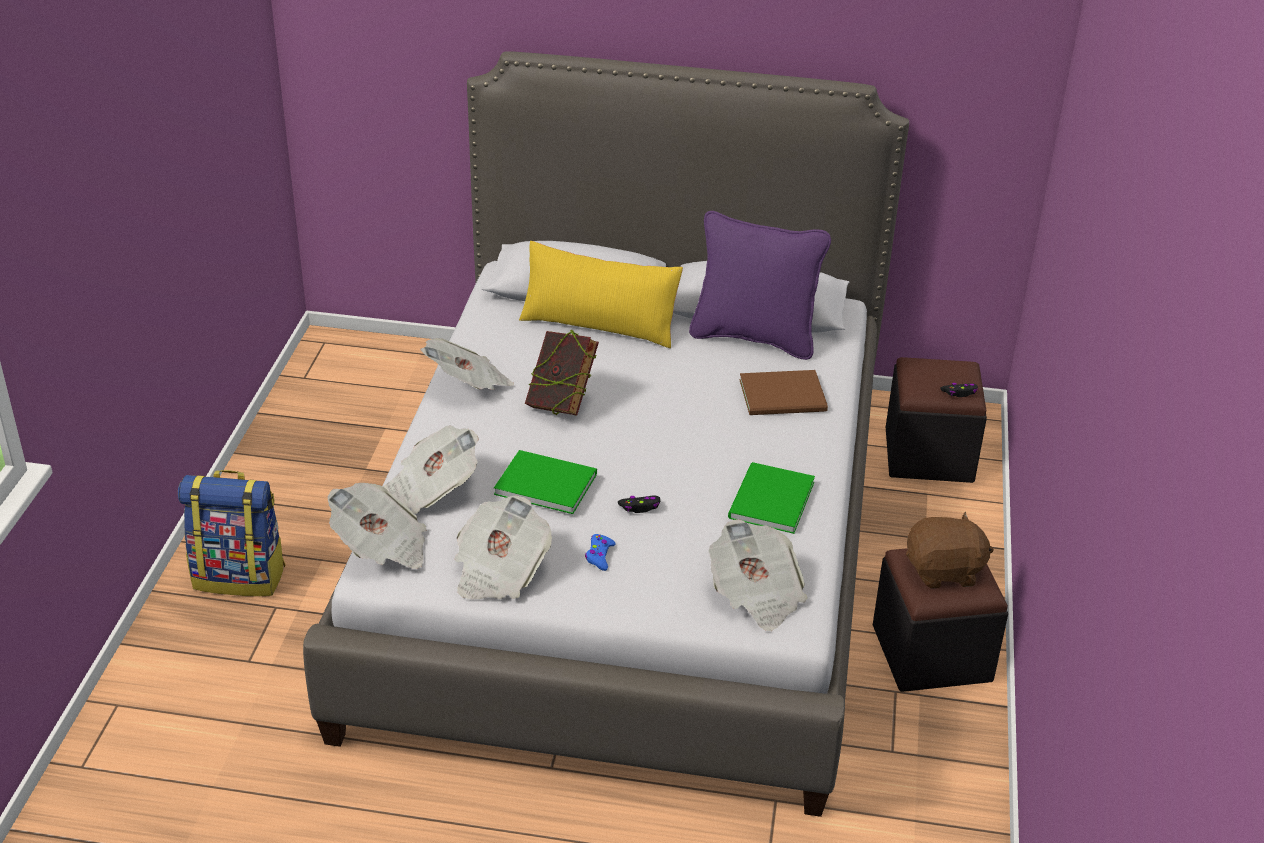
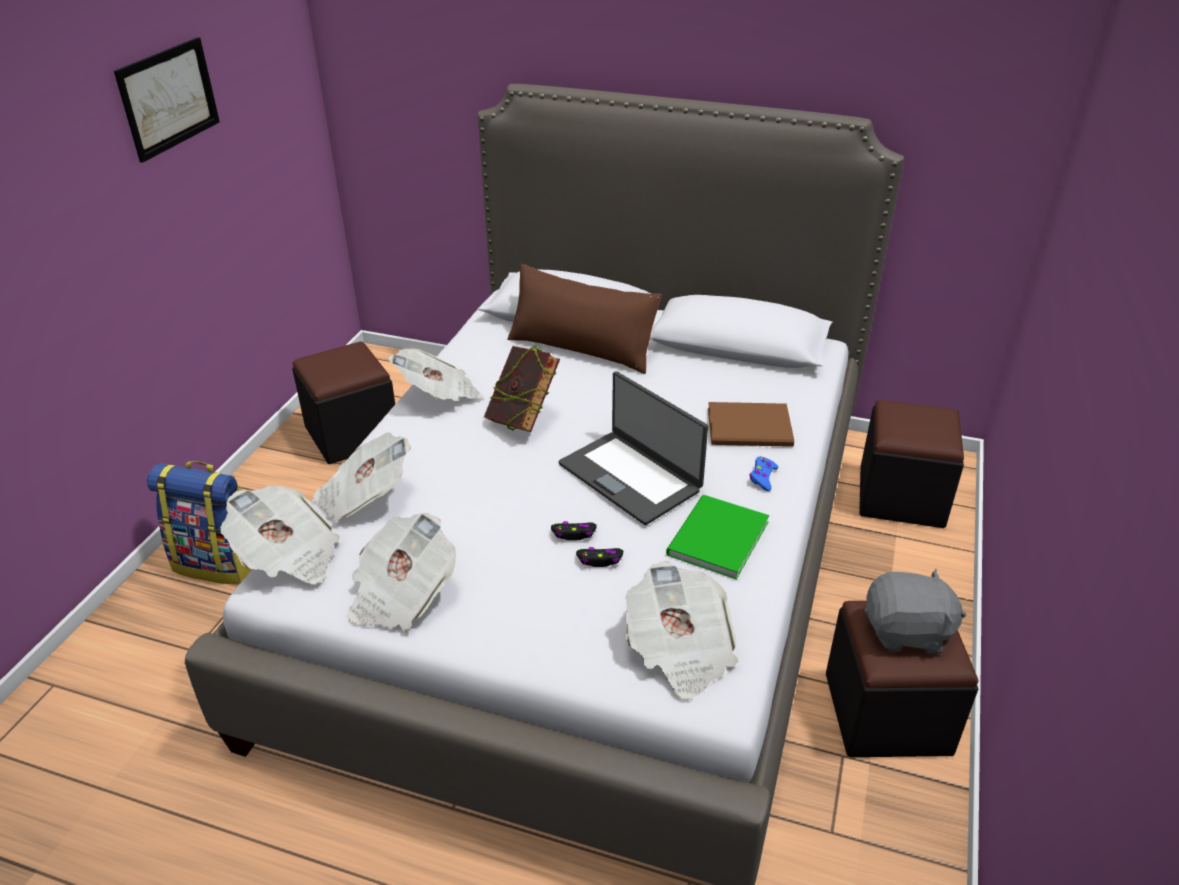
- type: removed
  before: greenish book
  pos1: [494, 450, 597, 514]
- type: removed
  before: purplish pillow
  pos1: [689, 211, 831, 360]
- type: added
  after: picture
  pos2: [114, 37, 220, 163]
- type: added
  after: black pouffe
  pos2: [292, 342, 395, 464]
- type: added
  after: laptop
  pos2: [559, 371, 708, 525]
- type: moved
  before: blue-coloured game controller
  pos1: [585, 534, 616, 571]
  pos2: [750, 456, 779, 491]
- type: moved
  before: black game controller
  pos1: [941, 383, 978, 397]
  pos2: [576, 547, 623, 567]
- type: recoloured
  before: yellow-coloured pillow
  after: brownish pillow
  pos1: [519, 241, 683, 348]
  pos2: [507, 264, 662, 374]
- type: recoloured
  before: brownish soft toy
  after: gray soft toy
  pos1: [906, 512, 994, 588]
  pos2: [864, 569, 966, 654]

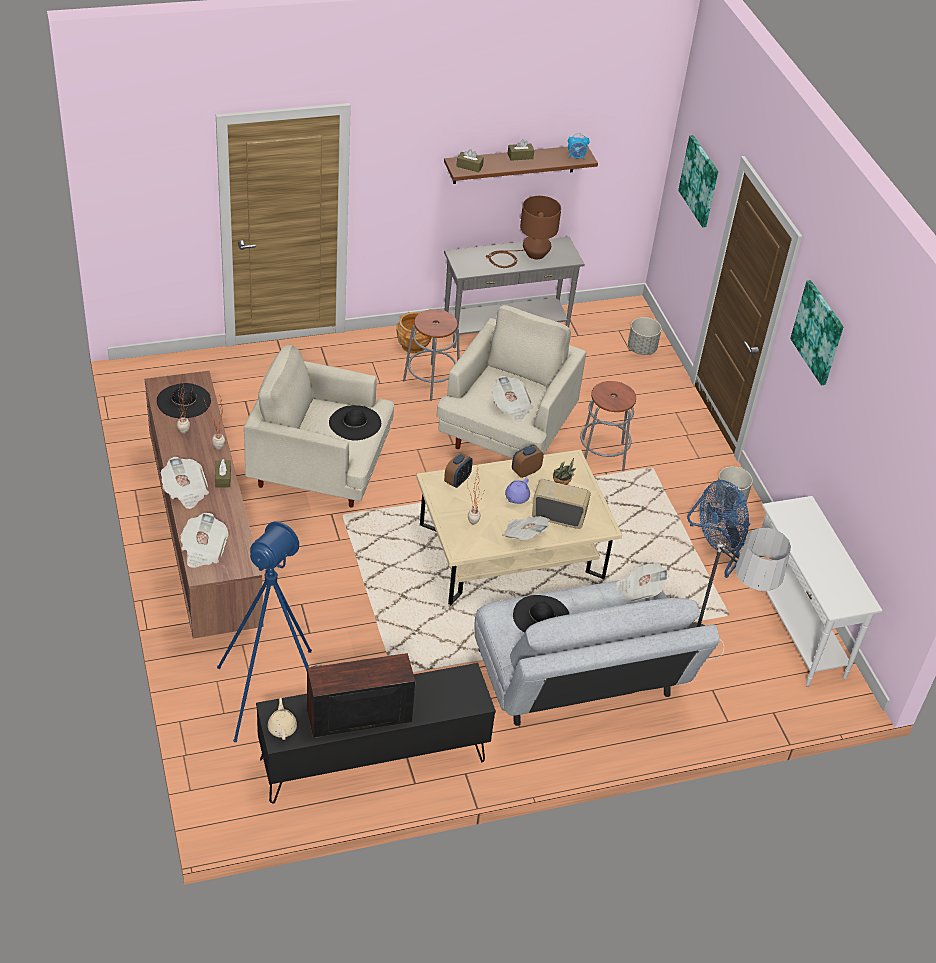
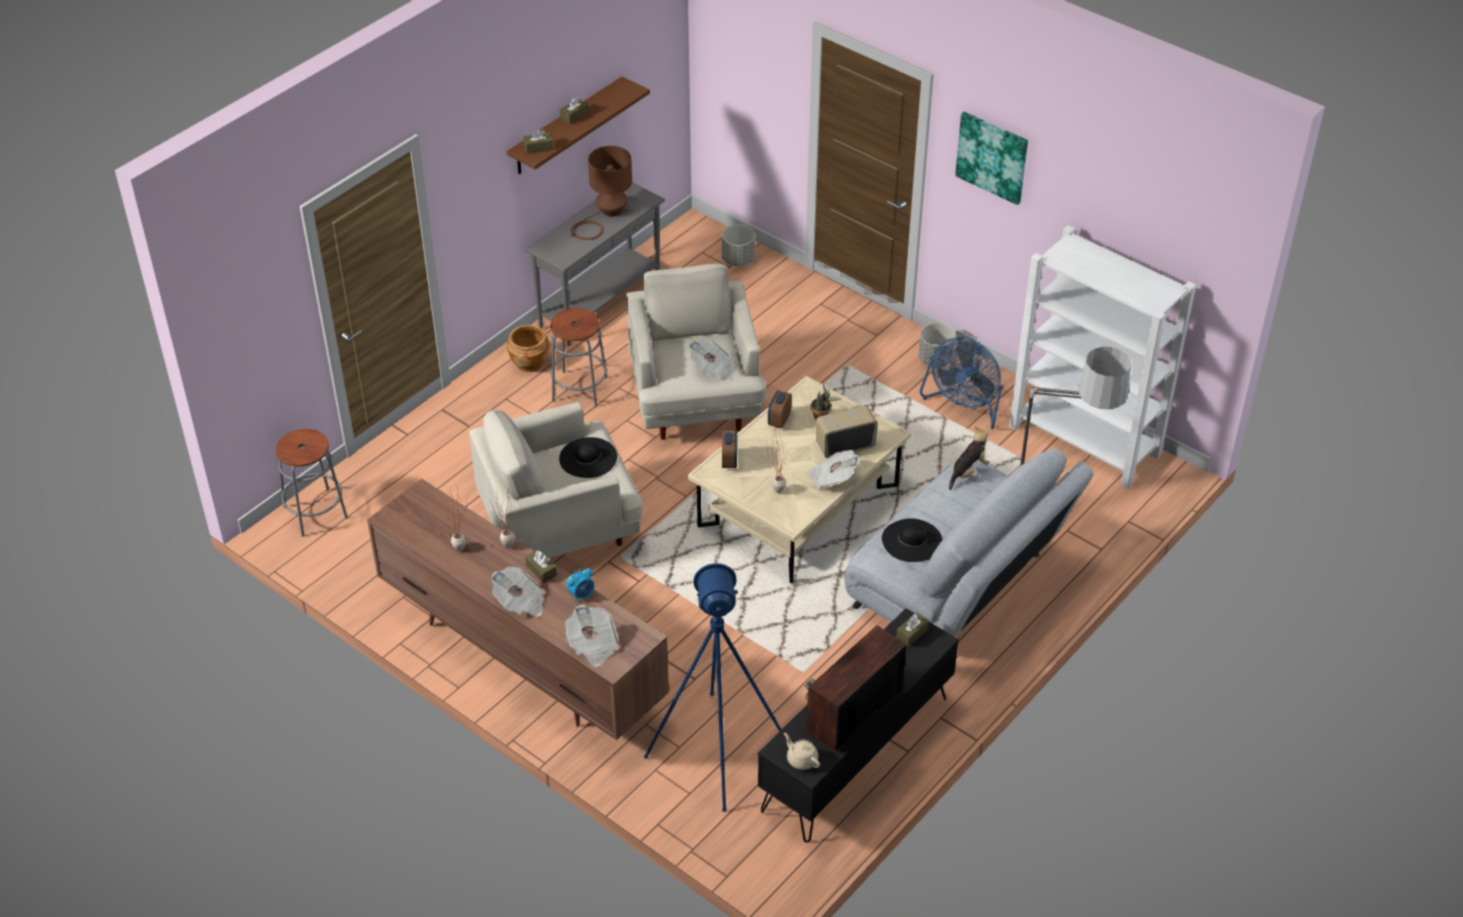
- type: removed
  before: black wearable hat
  pos1: [157, 383, 211, 418]
- type: removed
  before: purplish teapot
  pos1: [505, 478, 530, 504]
- type: removed
  before: picture
  pos1: [678, 135, 718, 227]
- type: added
  after: brownish box of tissues
  pos2: [896, 613, 929, 646]
- type: moved
  before: alarm clock
  pos1: [568, 133, 590, 160]
  pos2: [567, 568, 594, 602]
- type: moved
  before: gray sitting stool
  pos1: [580, 381, 636, 471]
  pos2: [276, 429, 348, 537]
- type: replaced
  before: newspaper
  after: soft toy
  pos1: [616, 563, 669, 602]
  pos2: [949, 426, 990, 490]
- type: replaced
  before: whitish hall table
  after: whitish bookshelf
  pos1: [756, 496, 883, 687]
  pos2: [1009, 225, 1196, 489]

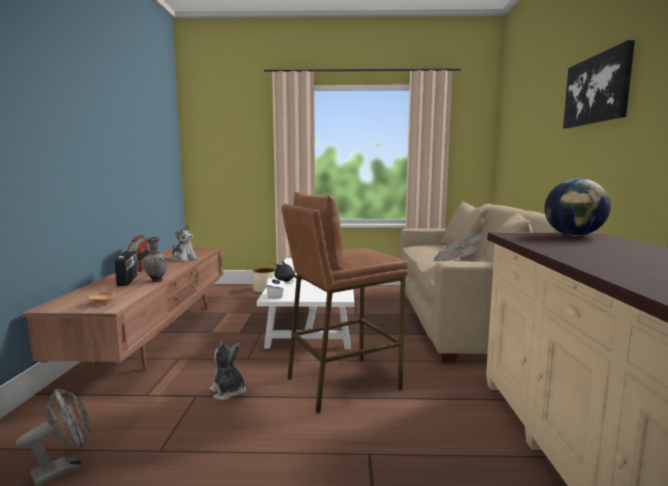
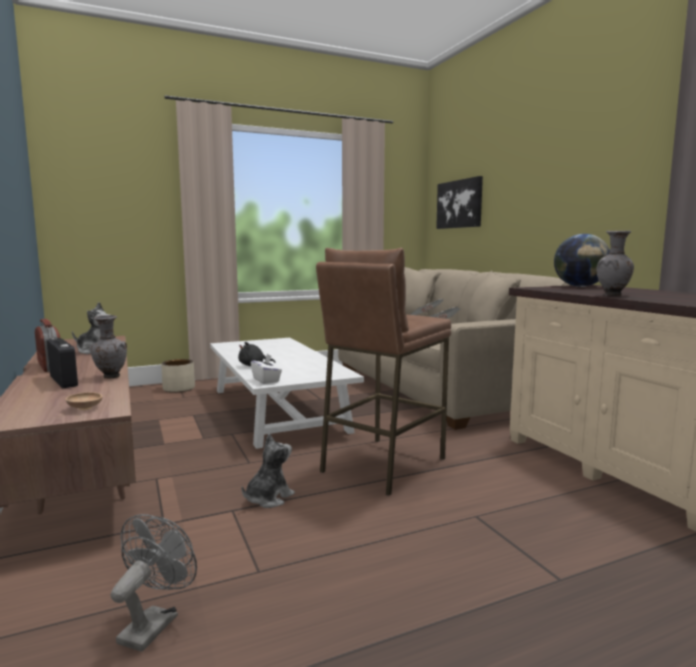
- type: added
  after: gray decorative vase
  pos2: [597, 231, 634, 296]
- type: moved
  before: picture
  pos1: [563, 40, 635, 129]
  pos2: [436, 176, 483, 229]
- type: turned
  before: soft toy
  pos1: [210, 342, 246, 401]
  pos2: [241, 433, 295, 508]
  turn: 105

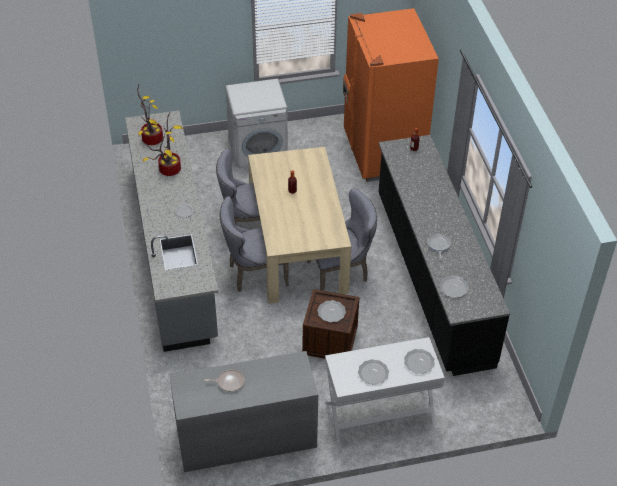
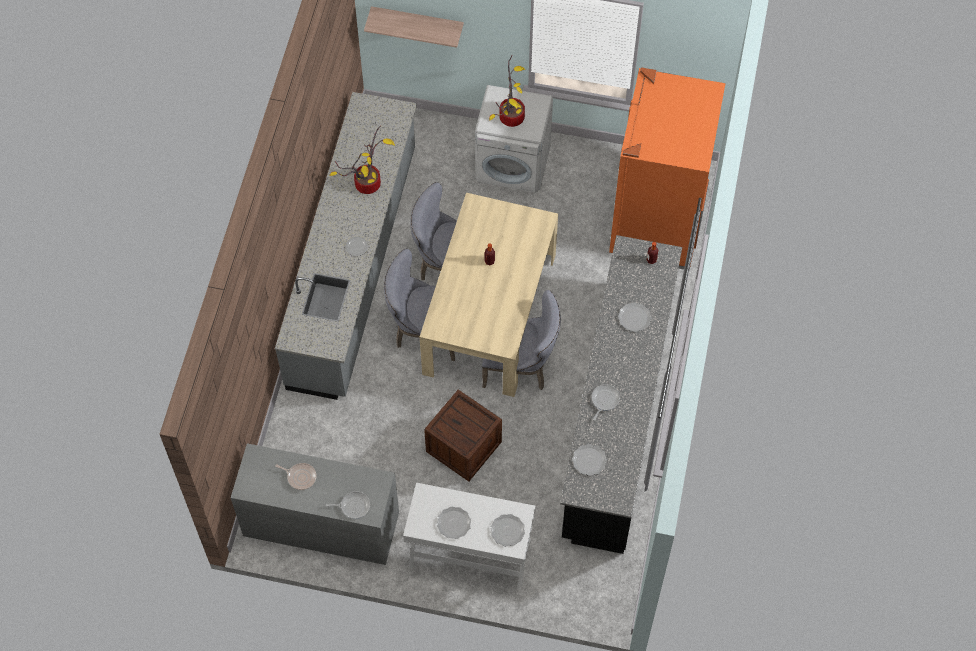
- type: added
  after: frying pan
  pos2: [326, 491, 370, 519]
- type: added
  after: shelf
  pos2: [364, 6, 464, 48]
- type: moved
  before: plant in a pot
  pos1: [137, 84, 163, 145]
  pos2: [489, 56, 525, 127]
- type: moved
  before: flat dish
  pos1: [317, 300, 346, 323]
  pos2: [618, 302, 651, 332]

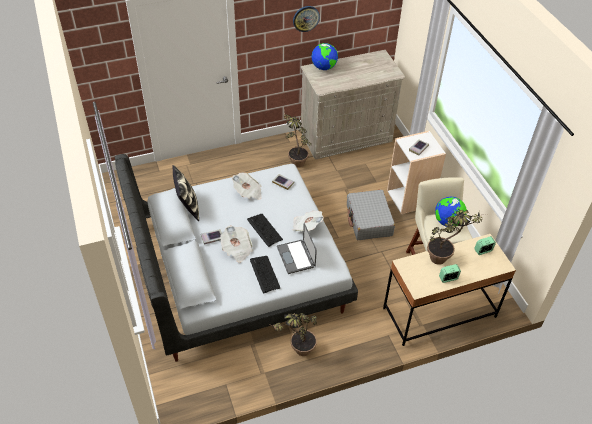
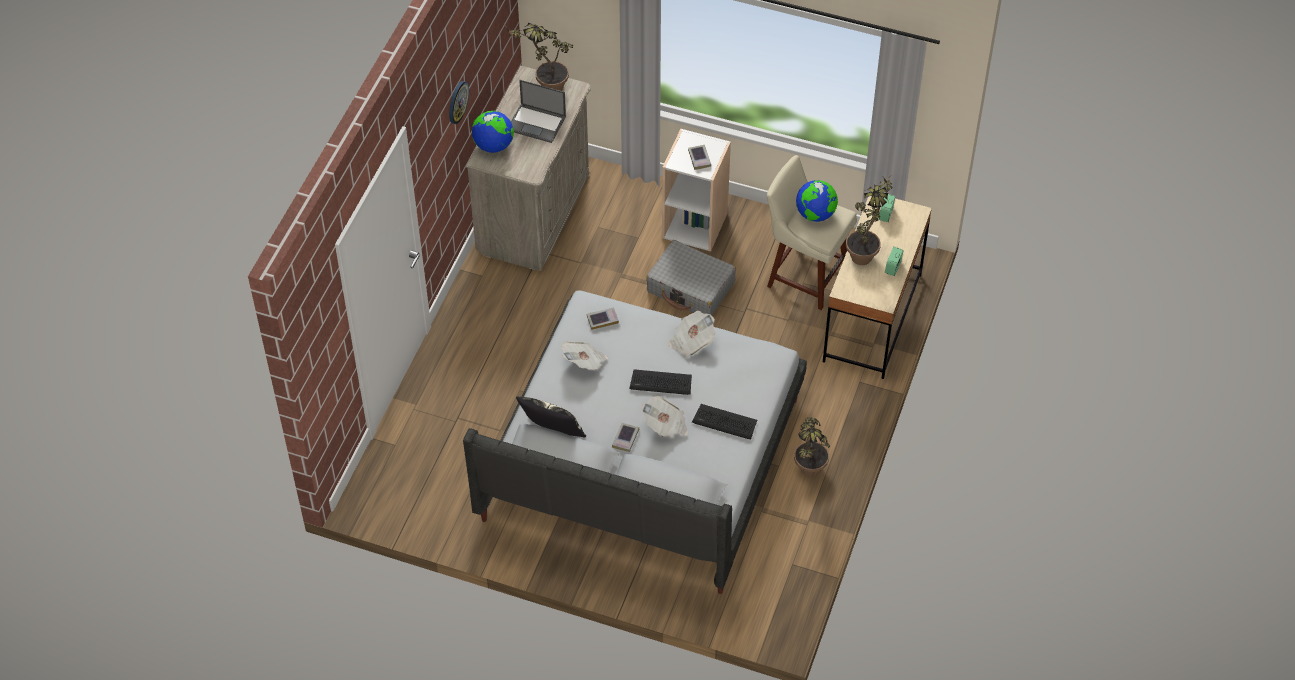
- type: moved
  before: laptop
  pos1: [277, 223, 317, 274]
  pos2: [511, 80, 566, 143]
- type: moved
  before: plant in a pot
  pos1: [283, 111, 312, 168]
  pos2: [505, 23, 573, 91]

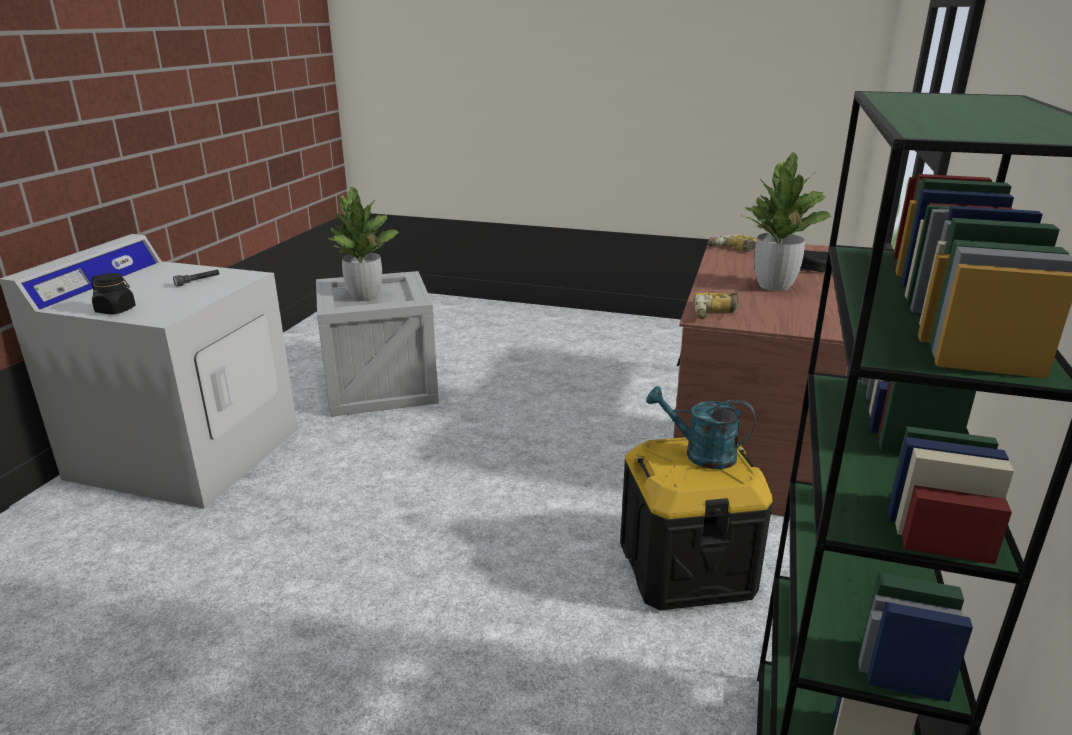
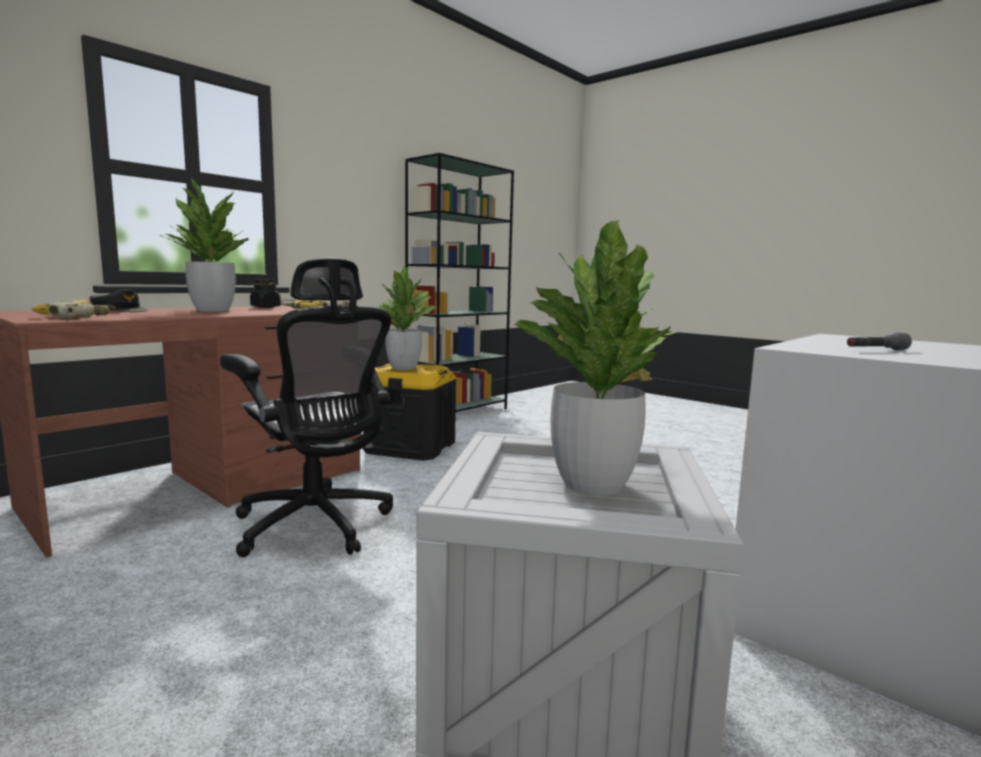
- type: added
  after: desk chair
  pos2: [220, 258, 393, 557]
- type: moved
  before: black storage jar
  pos1: [91, 273, 136, 314]
  pos2: [250, 279, 281, 308]
- type: replaced
  before: turquoise watering can
  after: plant in a pot
  pos1: [646, 386, 756, 469]
  pos2: [372, 266, 436, 370]

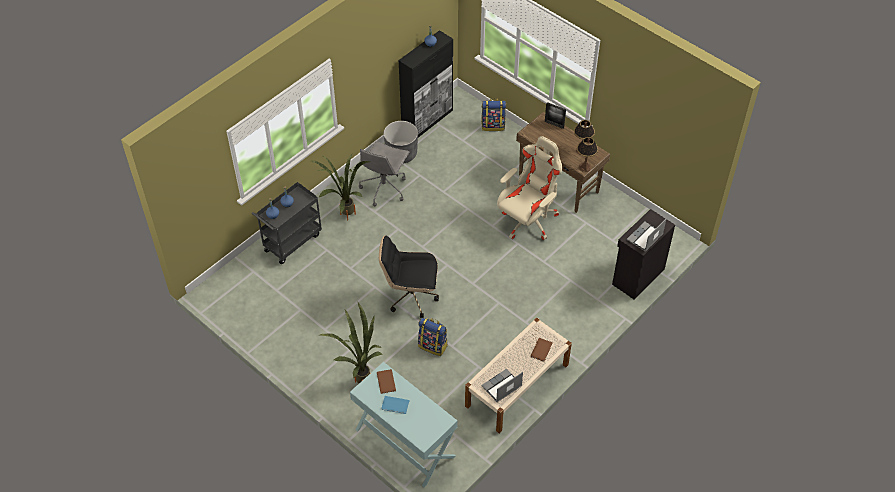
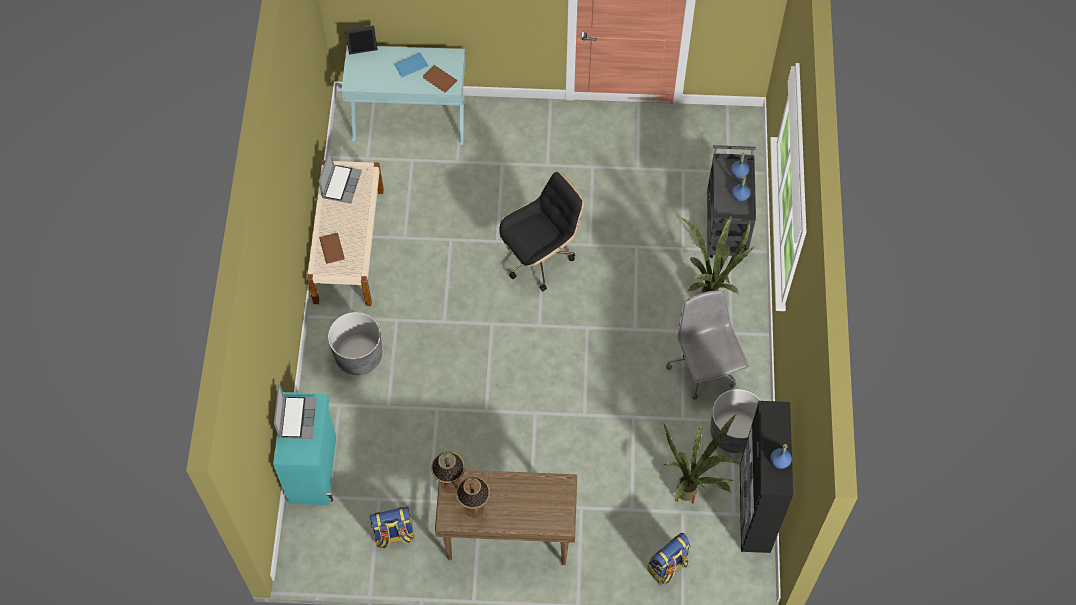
- type: removed
  before: beige desk chair
  pos1: [497, 136, 562, 240]
- type: added
  after: gray planter
  pos2: [328, 312, 382, 375]
- type: moved
  before: plant in a pot
  pos1: [320, 303, 383, 383]
  pos2: [664, 414, 738, 504]
- type: moved
  before: rucksack
  pos1: [418, 318, 448, 356]
  pos2: [370, 507, 415, 549]
- type: moved
  before: picture frame
  pos1: [545, 102, 566, 129]
  pos2: [345, 25, 378, 55]
- type: recoloured
  before: black cabinet
  after: turquoise cabinet
  pos1: [612, 209, 675, 299]
  pos2: [273, 392, 336, 505]

